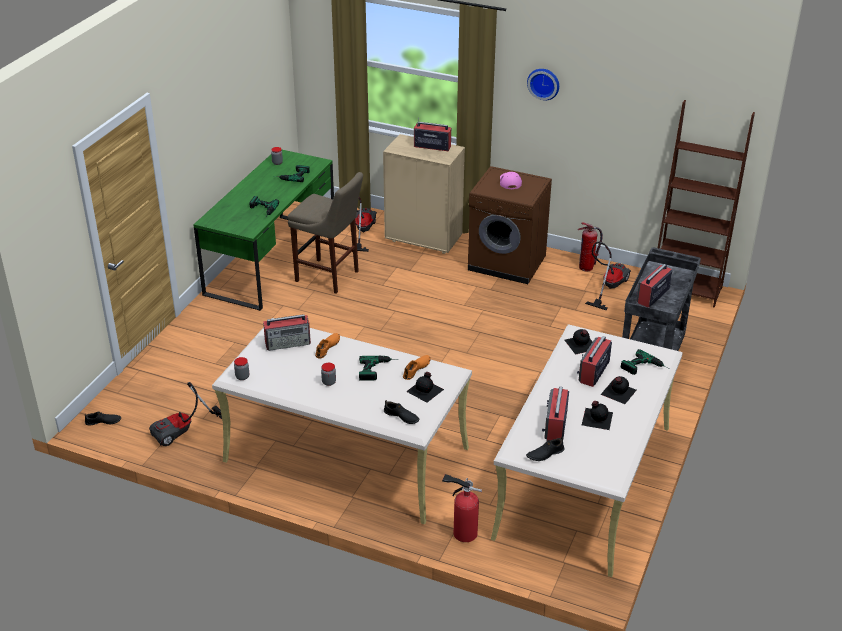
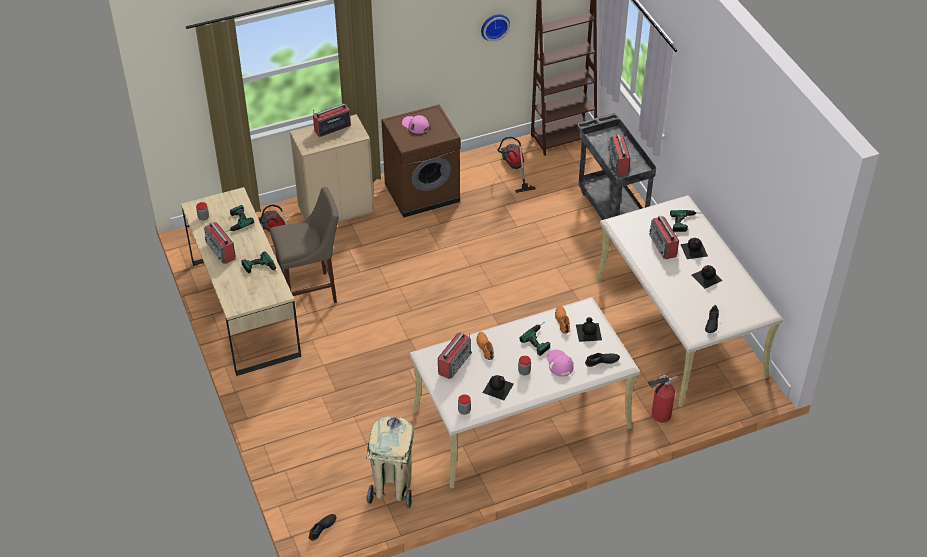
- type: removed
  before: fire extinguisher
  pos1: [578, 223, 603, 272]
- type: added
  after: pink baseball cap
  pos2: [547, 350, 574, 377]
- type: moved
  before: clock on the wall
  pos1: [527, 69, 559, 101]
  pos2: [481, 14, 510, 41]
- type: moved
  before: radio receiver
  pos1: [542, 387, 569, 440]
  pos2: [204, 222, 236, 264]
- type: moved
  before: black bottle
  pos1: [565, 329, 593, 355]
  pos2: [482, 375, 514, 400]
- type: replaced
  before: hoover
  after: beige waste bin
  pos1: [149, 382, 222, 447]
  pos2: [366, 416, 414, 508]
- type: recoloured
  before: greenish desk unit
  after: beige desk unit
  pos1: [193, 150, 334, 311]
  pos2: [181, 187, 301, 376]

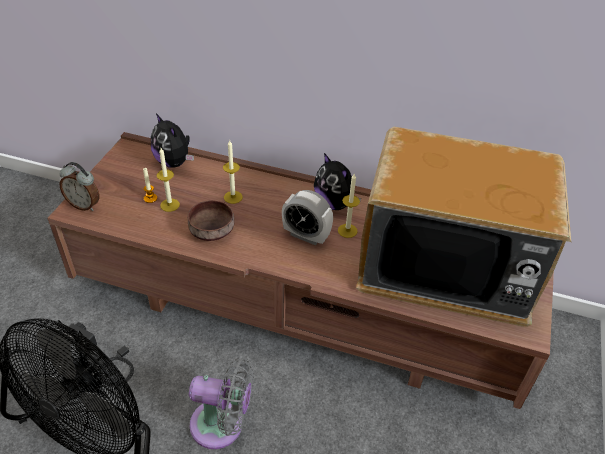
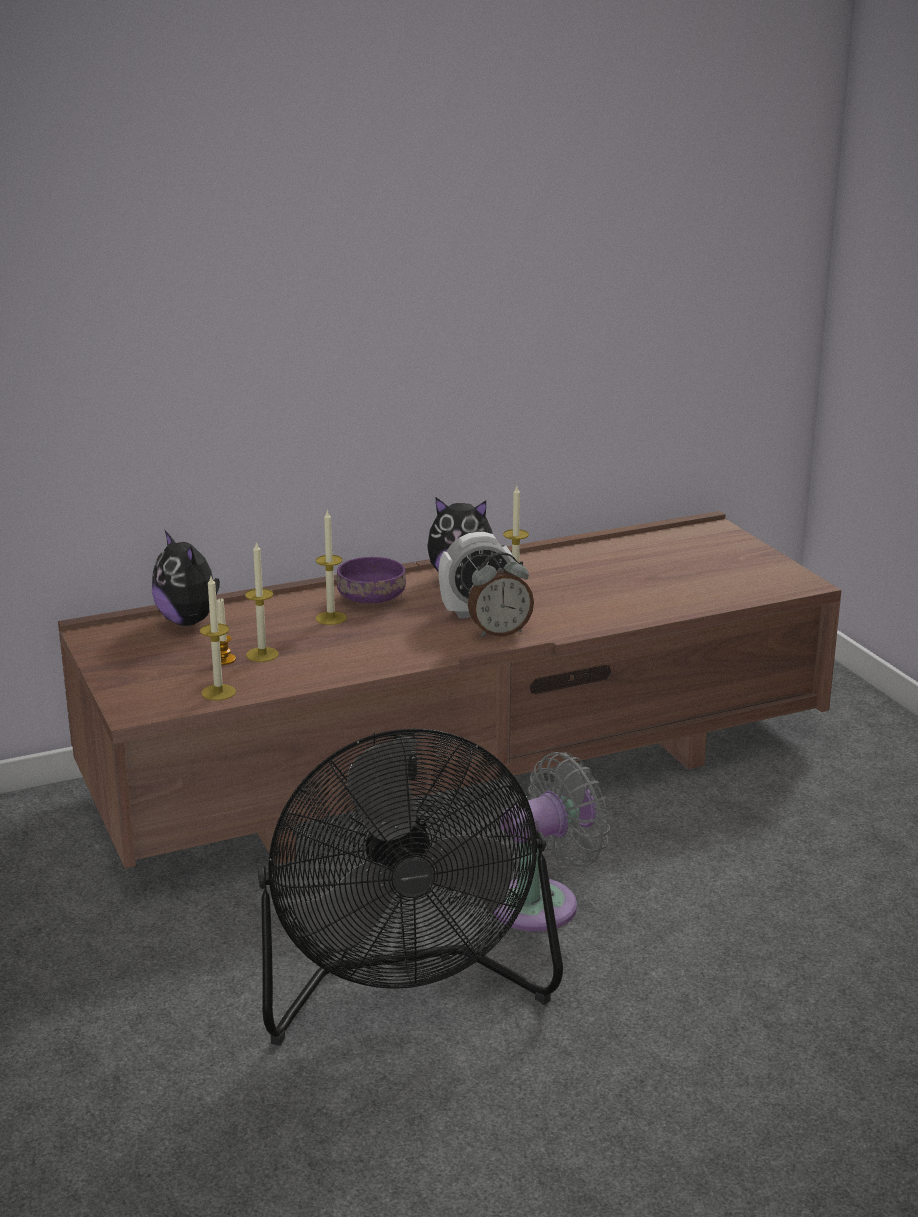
- type: removed
  before: brownish deep dish
  pos1: [188, 200, 235, 241]
- type: removed
  before: television
  pos1: [356, 127, 571, 327]
- type: added
  after: candle
  pos2: [200, 576, 236, 700]
- type: added
  after: purplish deep dish
  pos2: [336, 557, 406, 603]
- type: moved
  before: alarm clock
  pos1: [59, 162, 99, 211]
  pos2: [468, 552, 534, 637]
- type: turned
  before: soft toy
  pos1: [151, 113, 194, 168]
  pos2: [152, 530, 220, 626]
  turn: 45

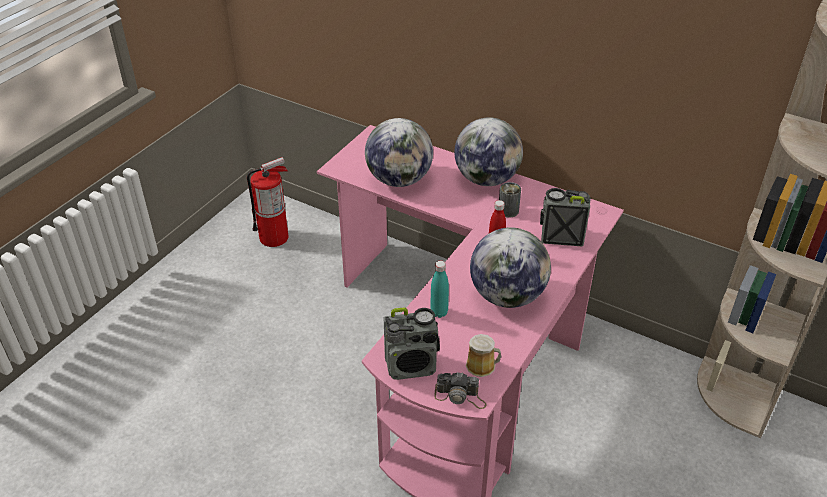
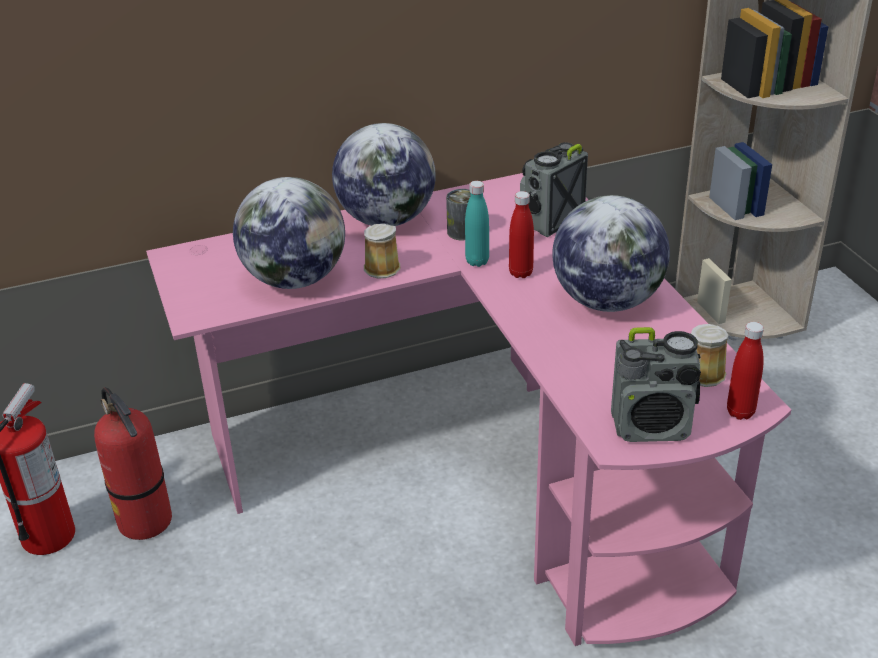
- type: added
  after: fire extinguisher
  pos2: [94, 387, 172, 540]
- type: added
  after: coffee mug
  pos2: [364, 224, 400, 279]
- type: moved
  before: turquoise bottle
  pos1: [430, 261, 449, 318]
  pos2: [465, 181, 489, 267]
- type: replaced
  before: photo camera
  after: red bottle
  pos1: [434, 372, 487, 409]
  pos2: [727, 322, 764, 420]
- type: turned
  before: radio receiver
  pos1: [384, 307, 440, 380]
  pos2: [611, 327, 701, 442]
  turn: 60

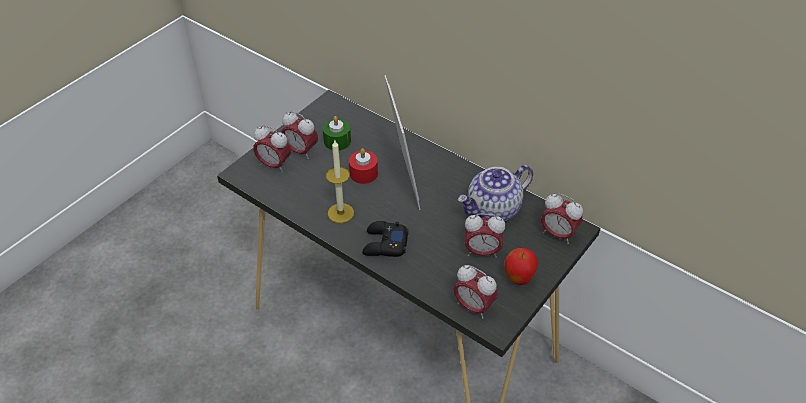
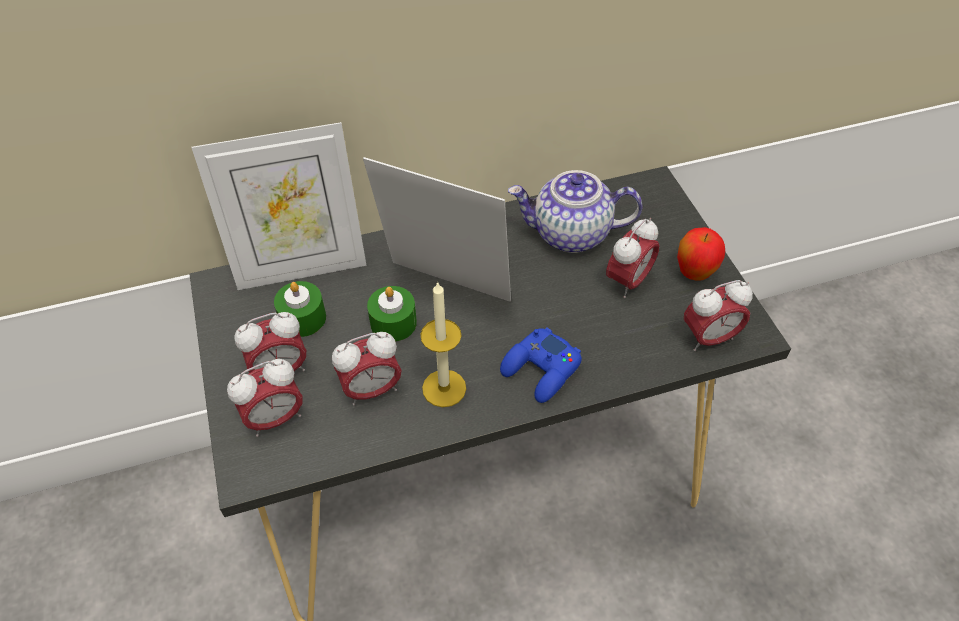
- type: added
  after: picture frame
  pos2: [192, 122, 367, 290]
- type: moved
  before: alarm clock
  pos1: [541, 193, 583, 244]
  pos2: [332, 332, 402, 405]
- type: recoloured
  before: red candle
  after: greenish candle
  pos1: [349, 148, 378, 184]
  pos2: [367, 286, 417, 342]
- type: recoloured
  before: black game controller
  after: blue-coloured game controller
  pos1: [362, 221, 409, 257]
  pos2: [500, 327, 582, 403]
- type: turned
  before: teapot
  pos1: [457, 164, 533, 222]
  pos2: [508, 170, 643, 253]
  turn: 90

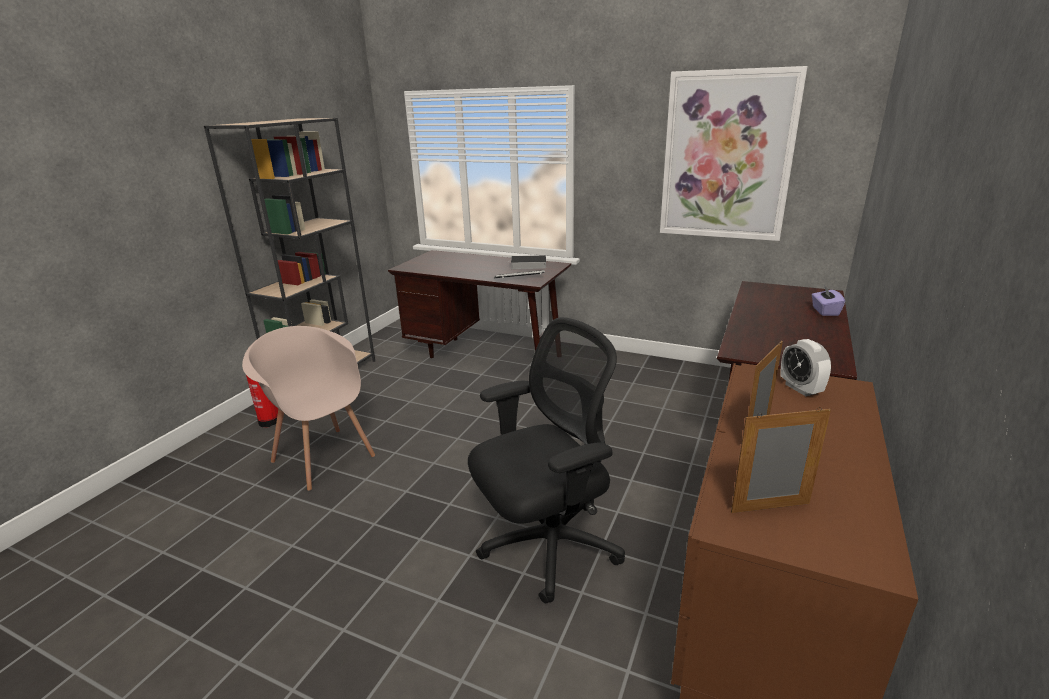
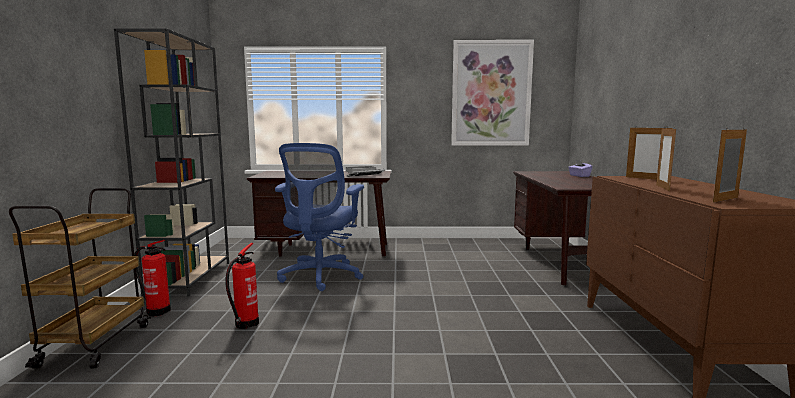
- type: removed
  before: black desk chair
  pos1: [468, 317, 625, 604]
- type: added
  after: brownish trolley
  pos2: [9, 188, 151, 369]
- type: added
  after: blue-coloured desk chair
  pos2: [275, 143, 364, 291]
- type: replaced
  before: beige plain chair
  after: fire extinguisher
  pos1: [242, 326, 375, 491]
  pos2: [225, 243, 259, 329]
- type: replaced
  before: alarm clock
  after: picture frame
  pos1: [780, 339, 831, 396]
  pos2: [626, 126, 673, 180]

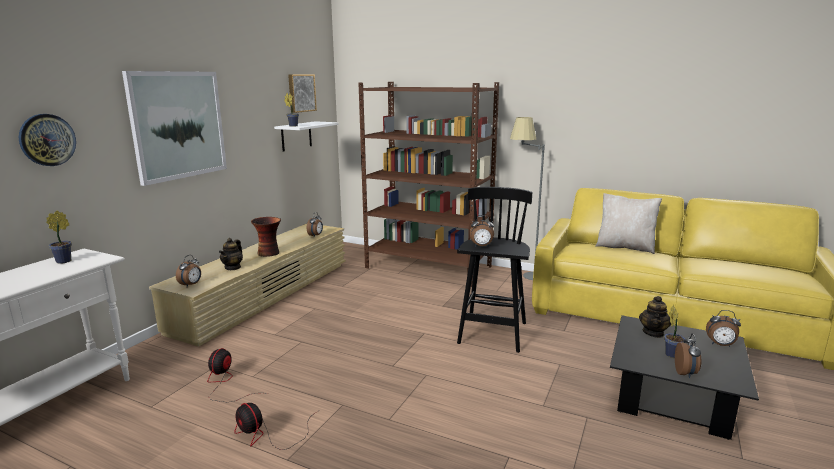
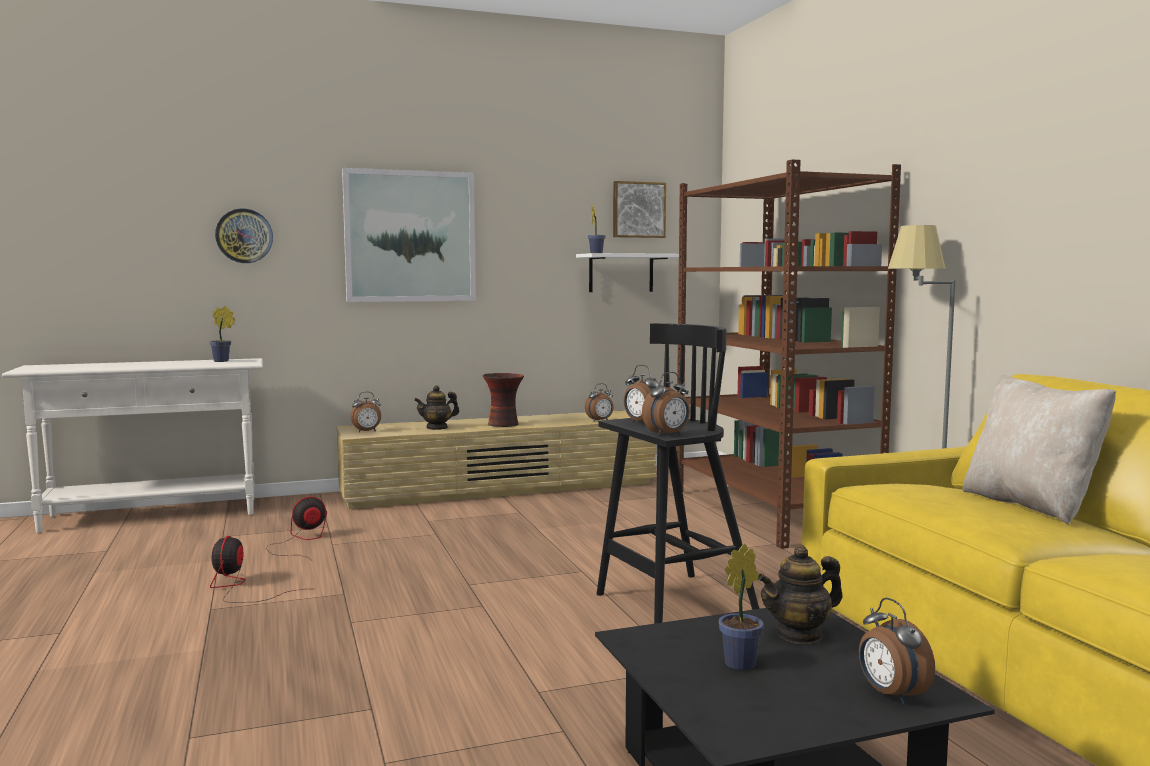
- type: moved
  before: alarm clock
  pos1: [675, 334, 701, 378]
  pos2: [642, 372, 690, 436]

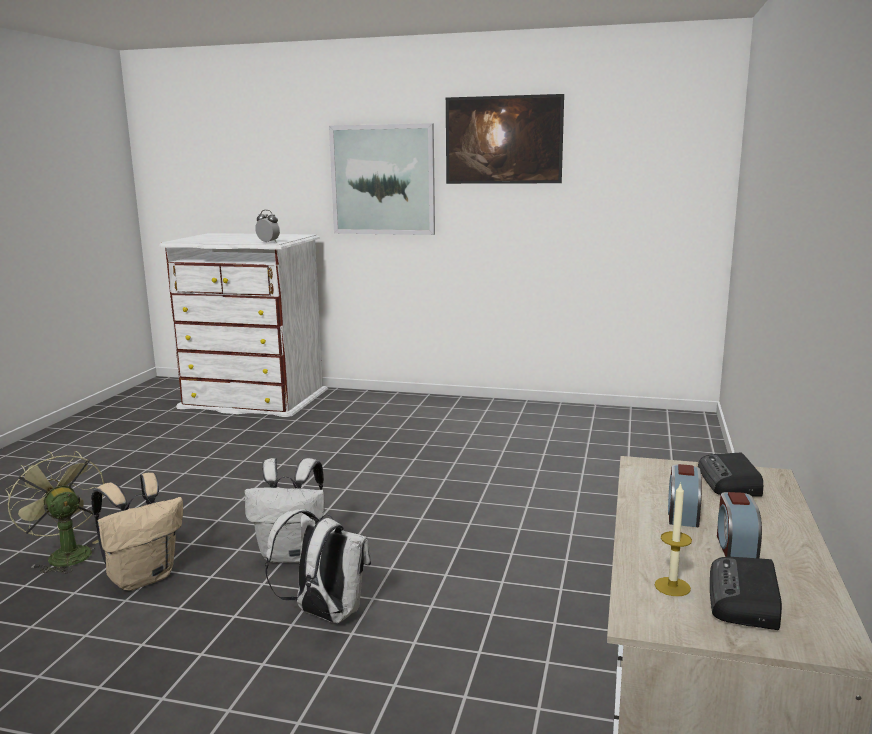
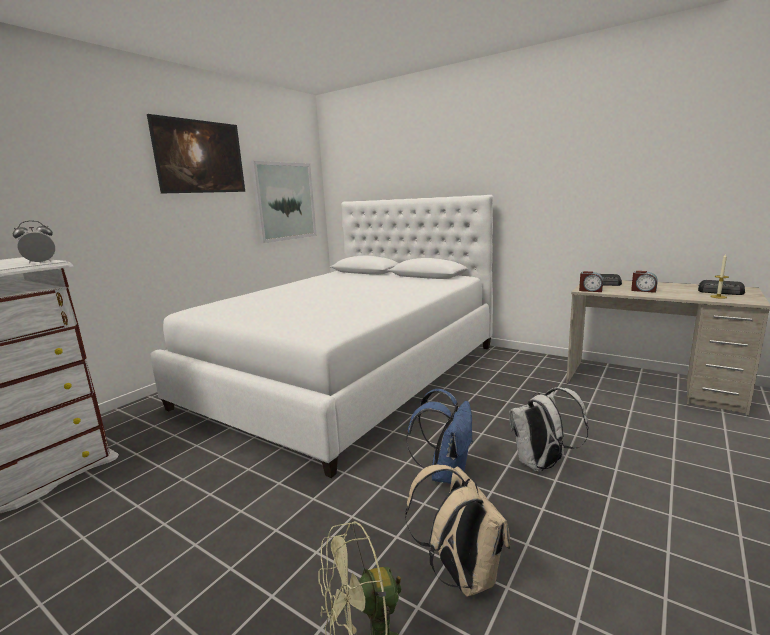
- type: added
  after: whitish bedroom bed
  pos2: [150, 195, 493, 478]
- type: moved
  before: picture
  pos1: [329, 123, 435, 235]
  pos2: [251, 161, 317, 243]
- type: moved
  before: alarm clock
  pos1: [717, 492, 762, 558]
  pos2: [579, 271, 603, 292]
- type: recoloured
  before: whitish rucksack
  after: blue-coloured rucksack
  pos1: [244, 458, 325, 563]
  pos2: [406, 389, 472, 484]

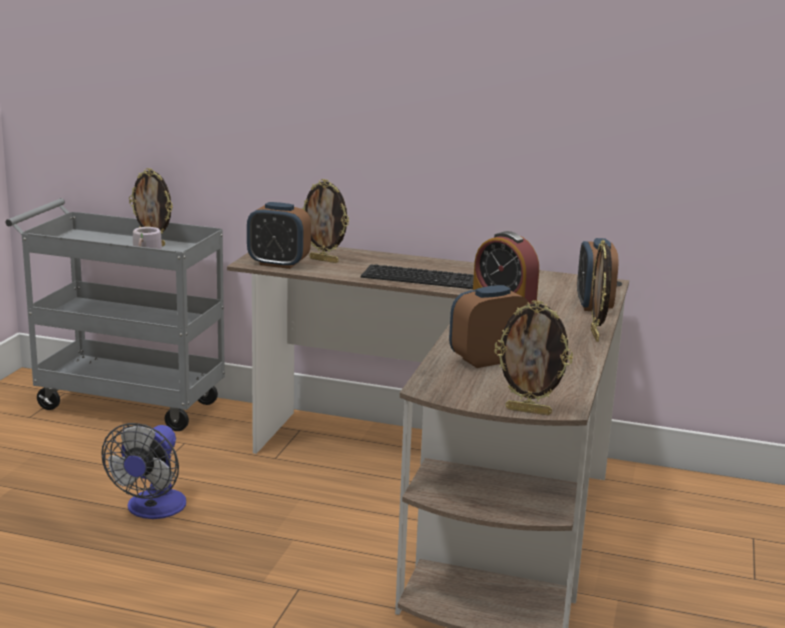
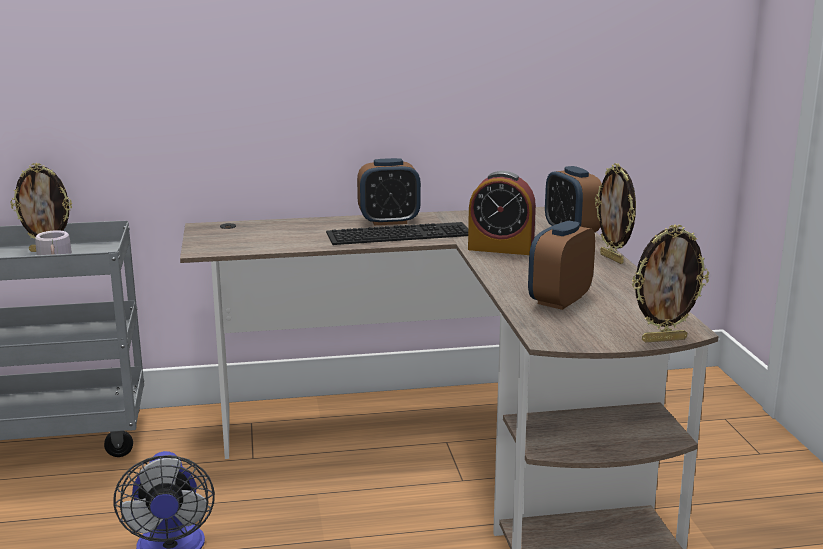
- type: removed
  before: picture frame
  pos1: [302, 179, 349, 263]
- type: moved
  before: alarm clock
  pos1: [247, 202, 311, 269]
  pos2: [357, 158, 421, 225]

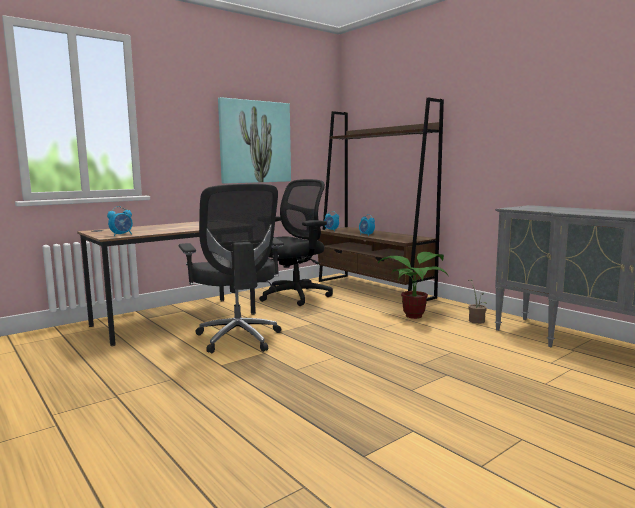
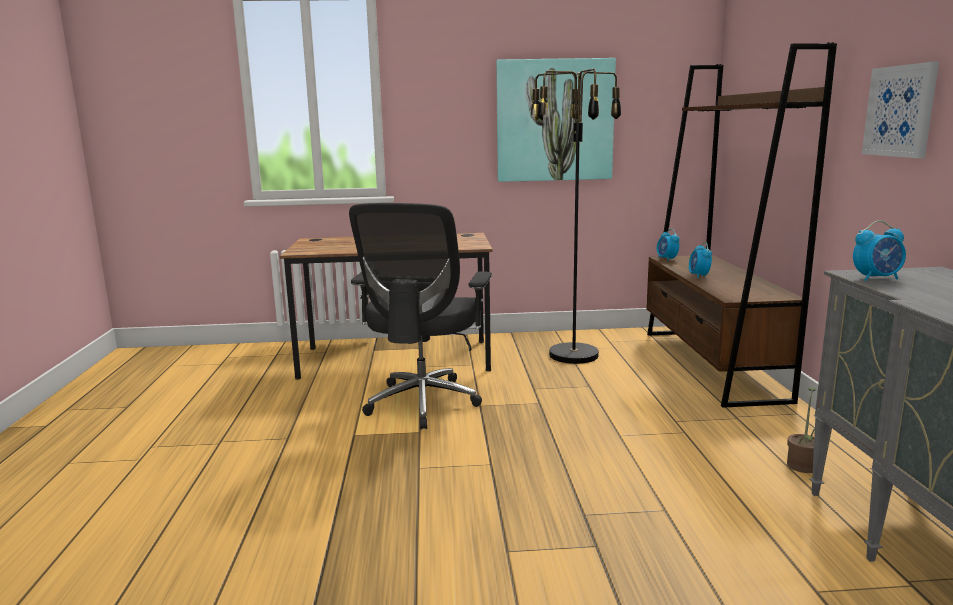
- type: removed
  before: plant in a pot
  pos1: [378, 252, 448, 319]
- type: added
  after: picture
  pos2: [862, 62, 939, 158]
- type: moved
  before: alarm clock
  pos1: [107, 206, 133, 236]
  pos2: [853, 220, 906, 281]
- type: replaced
  before: black desk chair
  after: floor lamp
  pos1: [259, 179, 333, 306]
  pos2: [531, 69, 621, 364]

